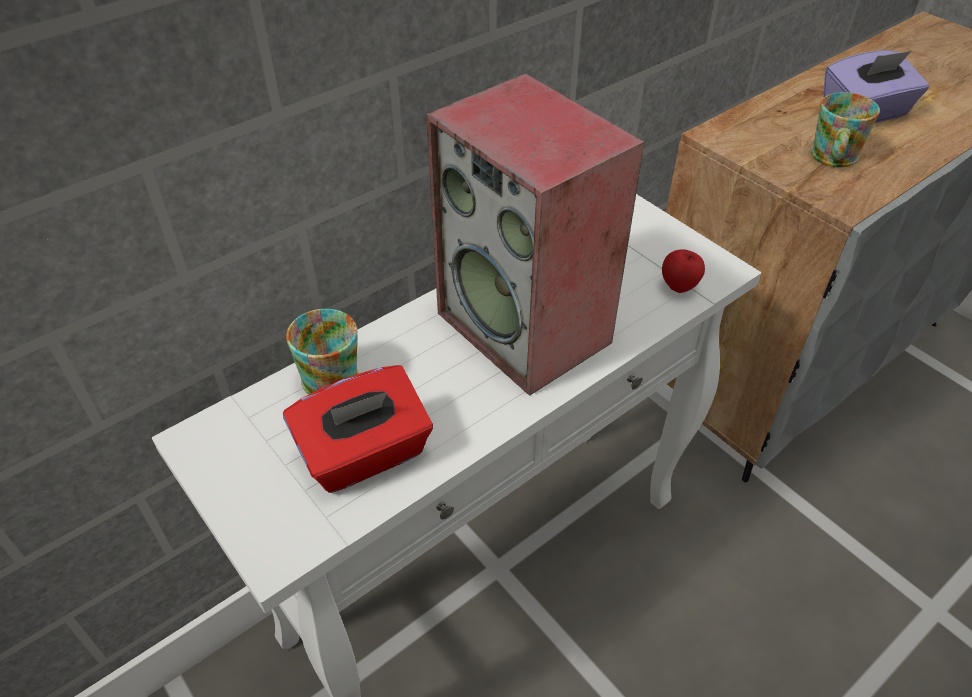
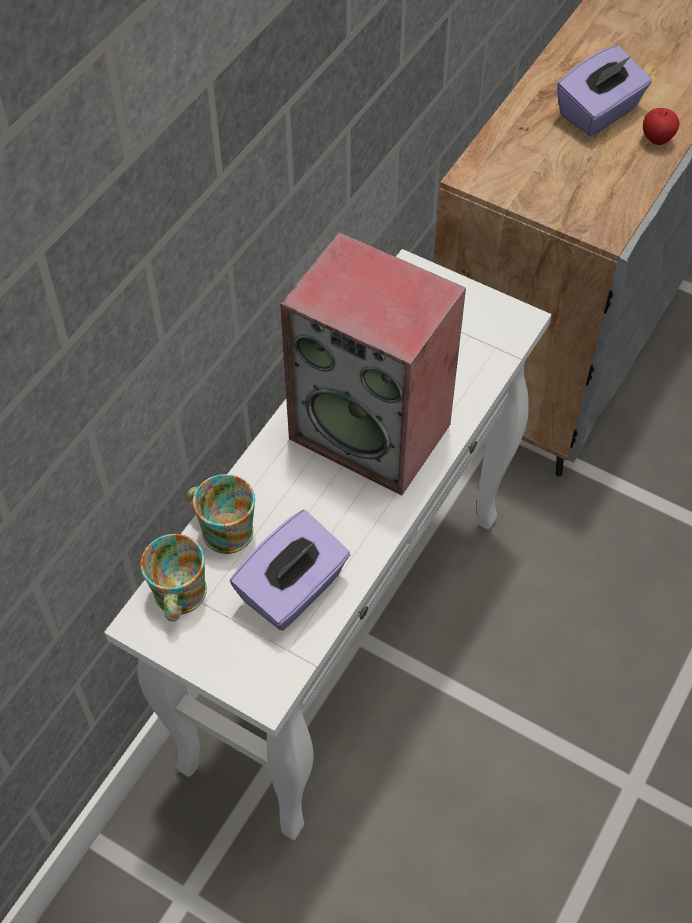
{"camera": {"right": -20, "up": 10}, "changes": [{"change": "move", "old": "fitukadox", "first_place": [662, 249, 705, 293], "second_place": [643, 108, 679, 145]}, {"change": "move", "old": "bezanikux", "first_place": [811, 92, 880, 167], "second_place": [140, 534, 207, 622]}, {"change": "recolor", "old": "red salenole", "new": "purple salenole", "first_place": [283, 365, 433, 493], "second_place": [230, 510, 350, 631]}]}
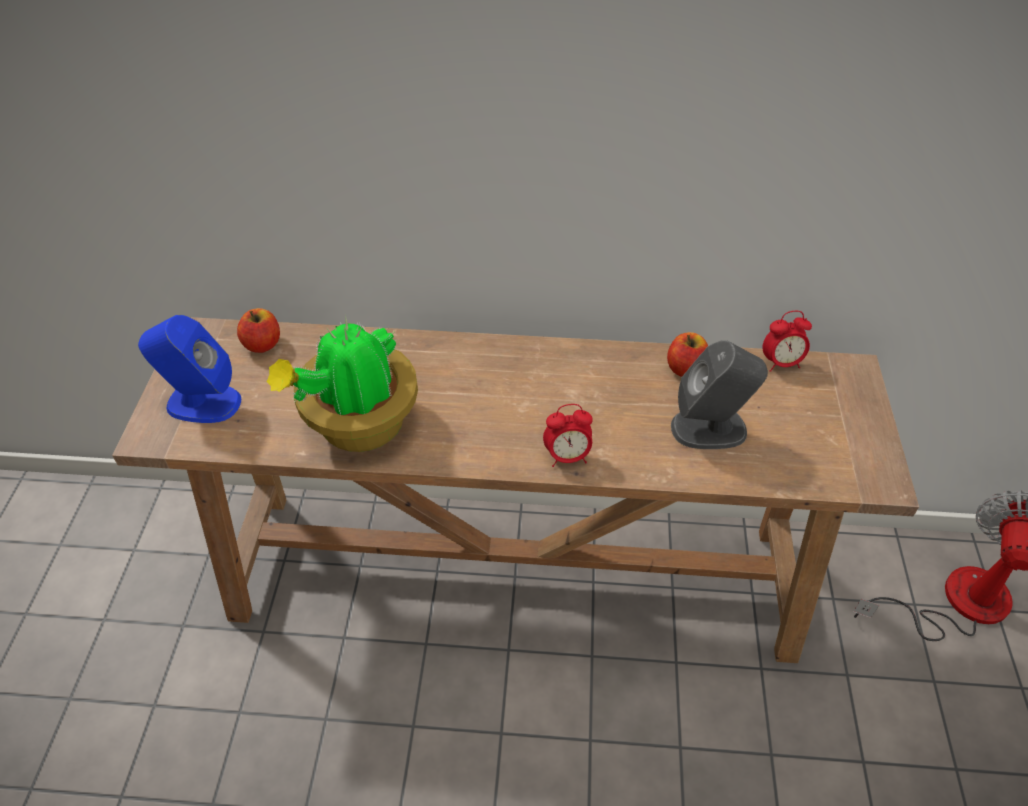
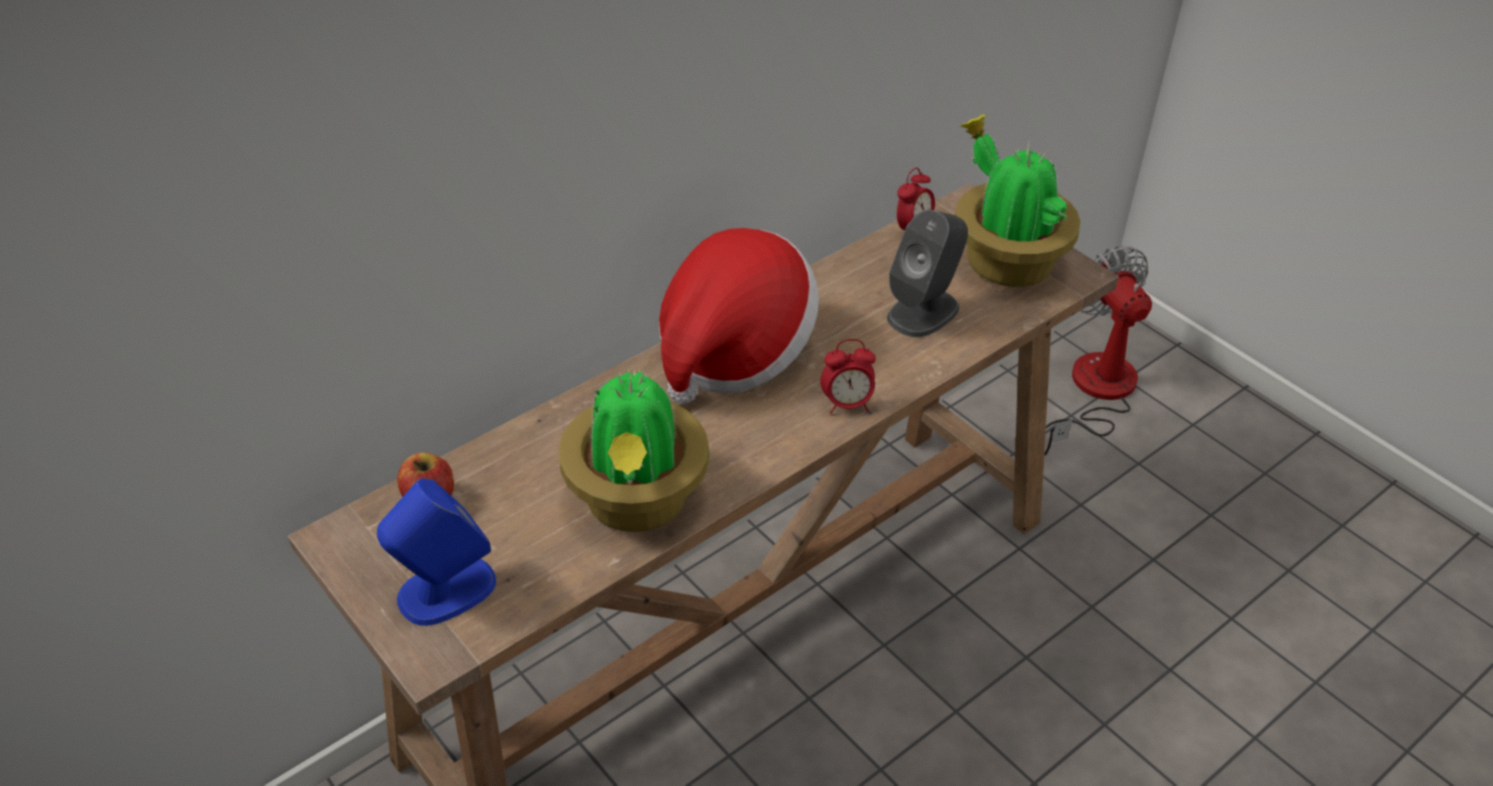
{"camera": {"right": -45, "up": -5}, "changes": [{"change": "delete", "old": "fitukadox", "first_place": [667, 332, 708, 377]}, {"change": "insert", "new": "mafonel", "second_place": [659, 228, 819, 404]}, {"change": "insert", "new": "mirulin", "second_place": [955, 114, 1080, 287]}, {"change": "rotate", "old": "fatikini", "first_place": [543, 404, 593, 467], "second_place": [820, 339, 876, 414], "degrees": 45}]}
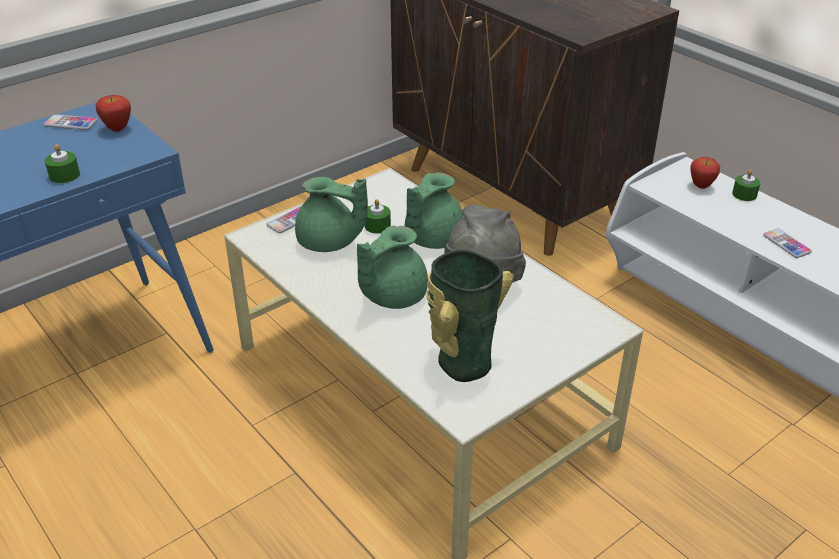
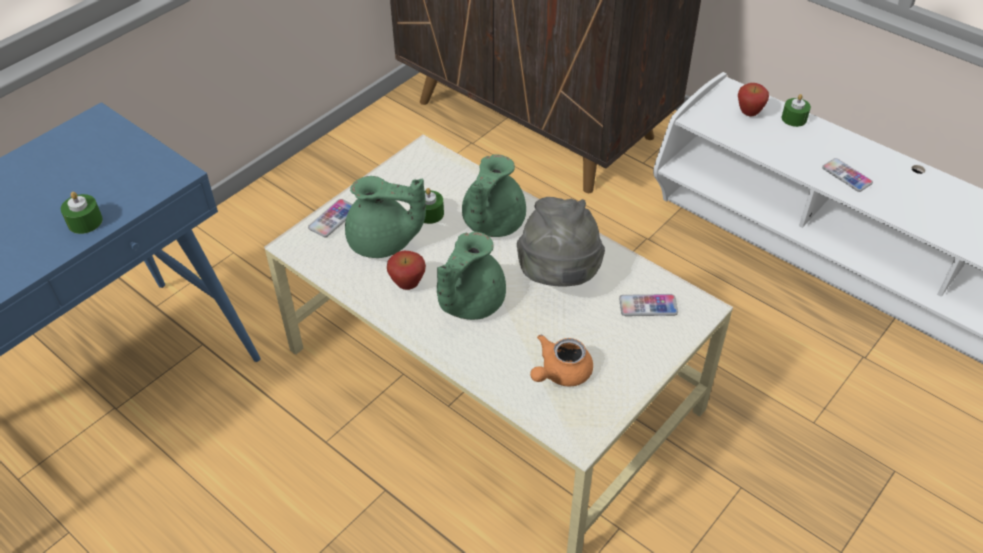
{"camera": {"right": -10, "up": 10}, "changes": [{"change": "move", "old": "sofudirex", "first_place": [44, 114, 98, 130], "second_place": [619, 294, 678, 316]}, {"change": "move", "old": "fitukadox", "first_place": [96, 95, 131, 132], "second_place": [387, 251, 426, 290]}, {"change": "replace", "old": "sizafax", "new": "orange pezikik", "first_place": [426, 250, 514, 382], "second_place": [530, 335, 593, 386]}]}
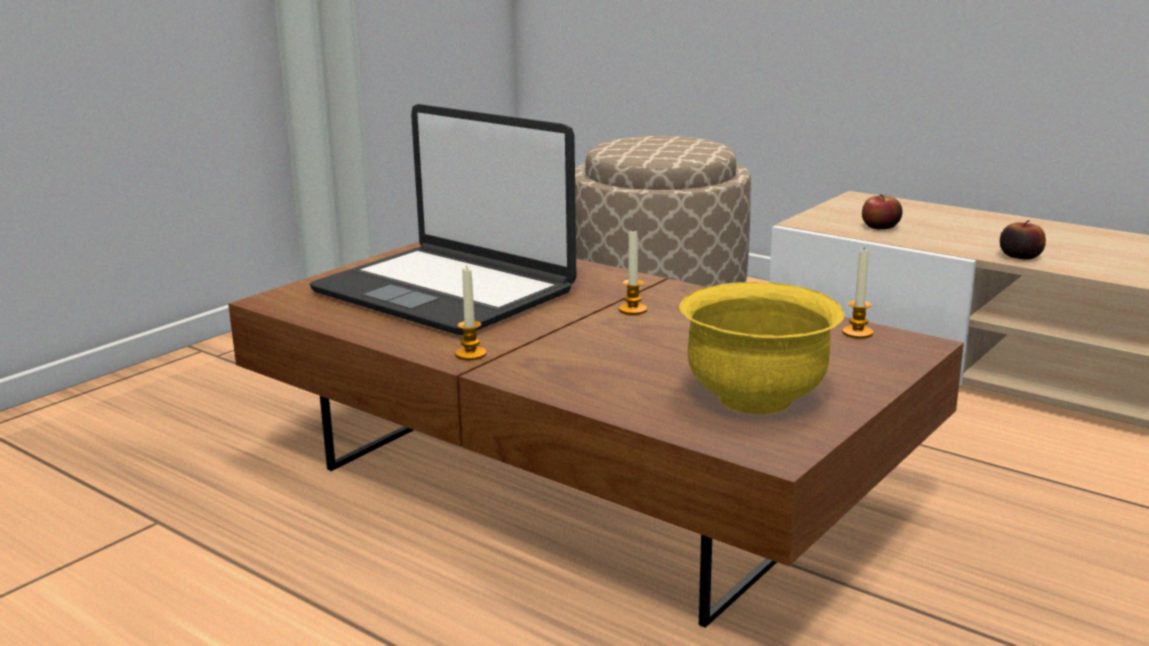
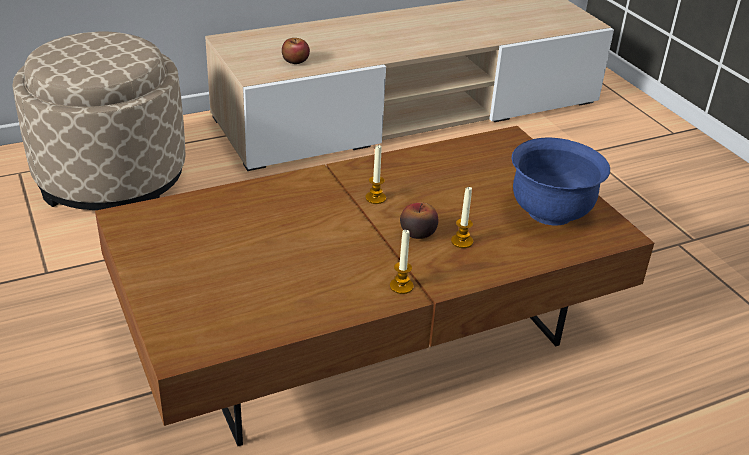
{"camera": {"right": -65, "up": 15}, "changes": [{"change": "delete", "old": "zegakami", "first_place": [310, 104, 576, 335]}, {"change": "move", "old": "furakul", "first_place": [842, 247, 873, 339], "second_place": [451, 187, 473, 248]}, {"change": "move", "old": "fitukadox", "first_place": [1000, 220, 1046, 260], "second_place": [400, 203, 438, 239]}, {"change": "recolor", "old": "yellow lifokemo", "new": "blue lifokemo", "first_place": [679, 282, 844, 414], "second_place": [512, 138, 610, 225]}]}
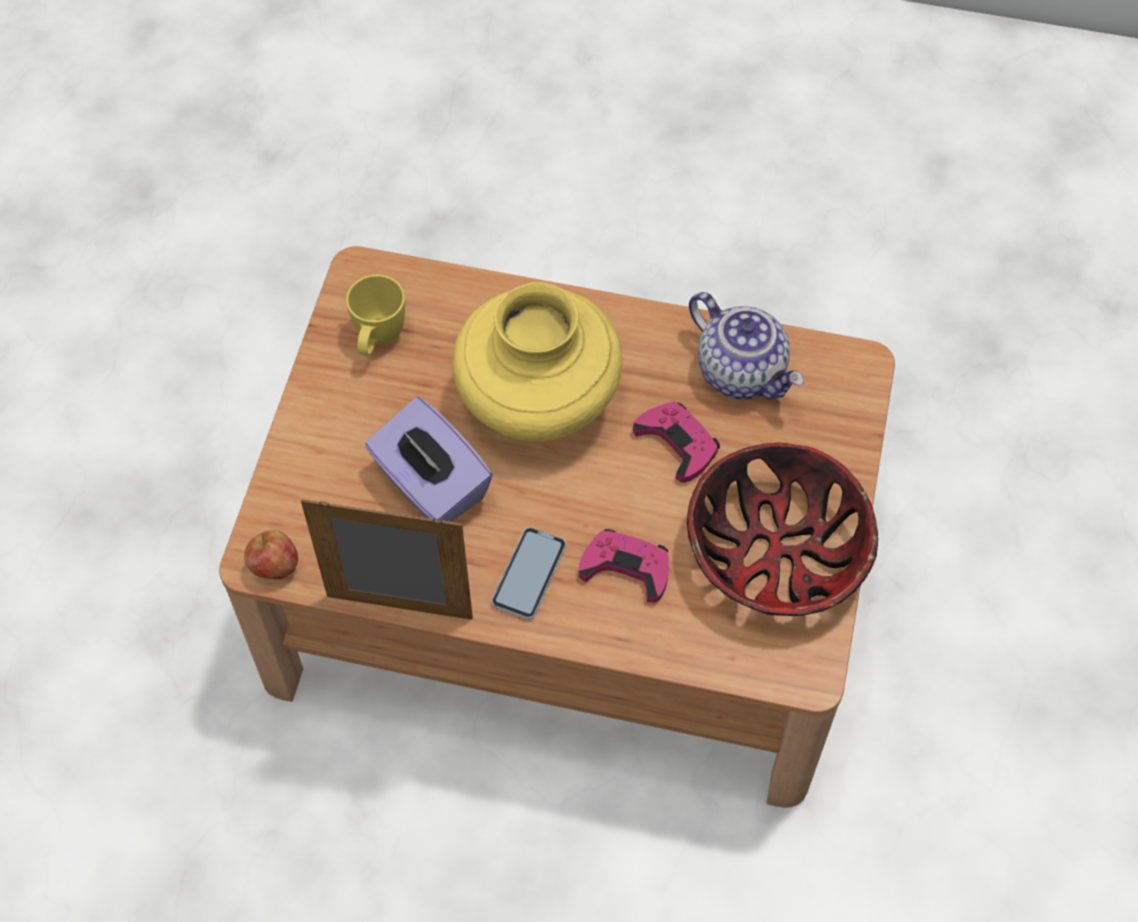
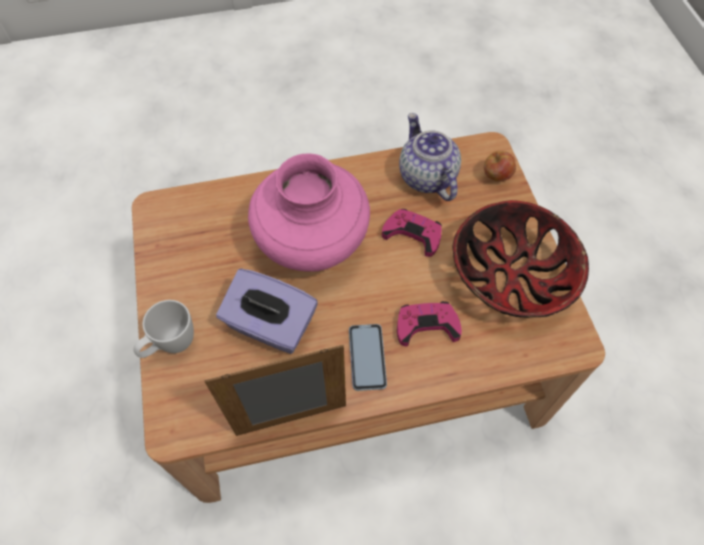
{"camera": {"right": -25, "up": 0}, "changes": [{"change": "delete", "old": "yellow bezanikux", "first_place": [346, 275, 405, 356]}, {"change": "insert", "new": "white bezanikux", "second_place": [133, 300, 194, 358]}, {"change": "move", "old": "fitukadox", "first_place": [244, 530, 298, 579], "second_place": [484, 151, 516, 182]}, {"change": "recolor", "old": "yellow sizafax", "new": "pink sizafax", "first_place": [453, 282, 622, 442], "second_place": [248, 153, 370, 272]}, {"change": "rotate", "old": "pezikik", "first_place": [689, 292, 804, 399], "second_place": [399, 113, 461, 201], "degrees": -135}]}
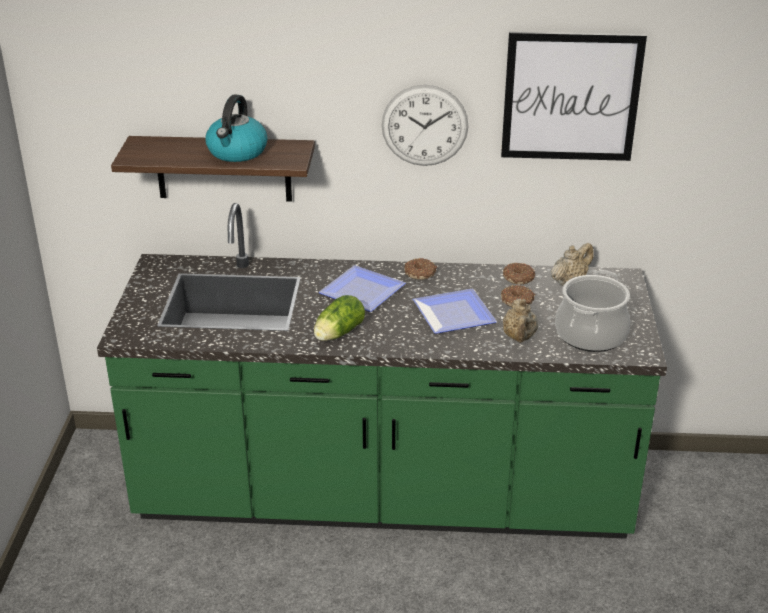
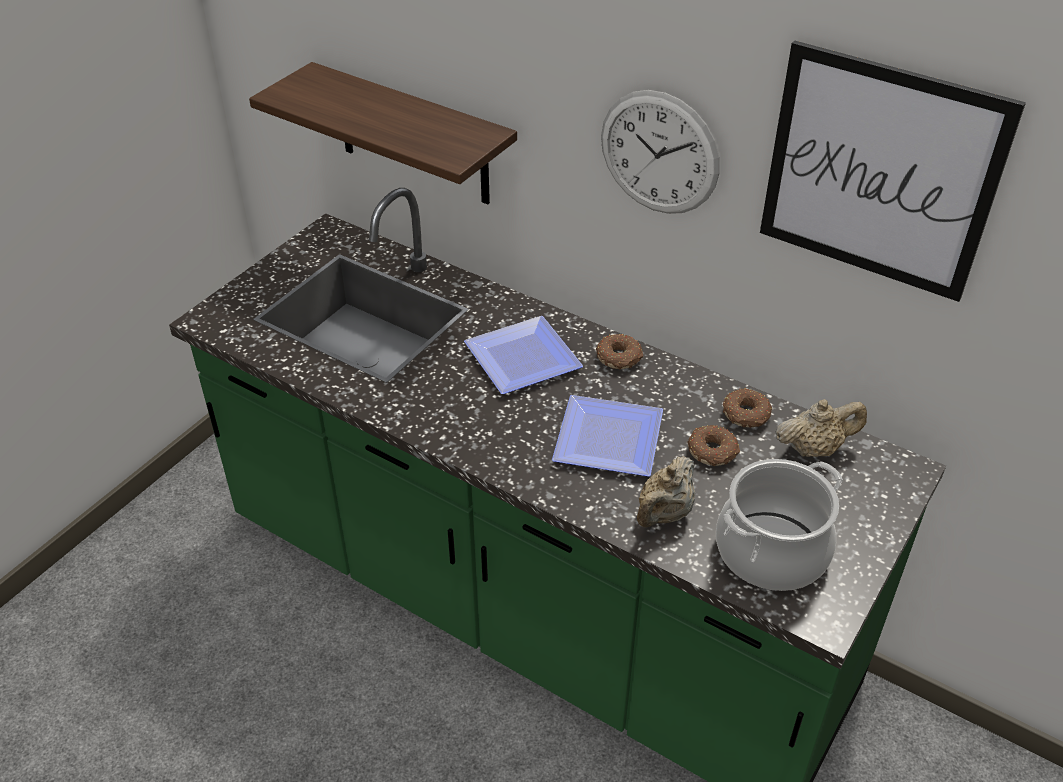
{"camera": {"right": 30, "up": 10}, "changes": [{"change": "delete", "old": "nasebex", "first_place": [206, 94, 267, 162]}, {"change": "delete", "old": "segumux", "first_place": [314, 295, 365, 341]}]}
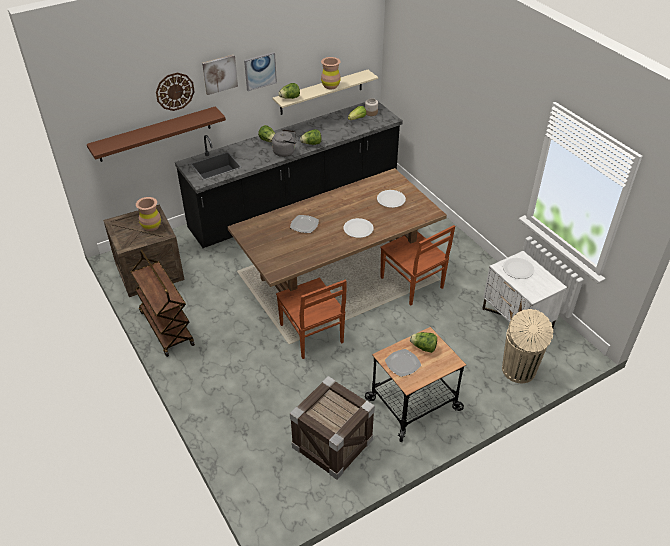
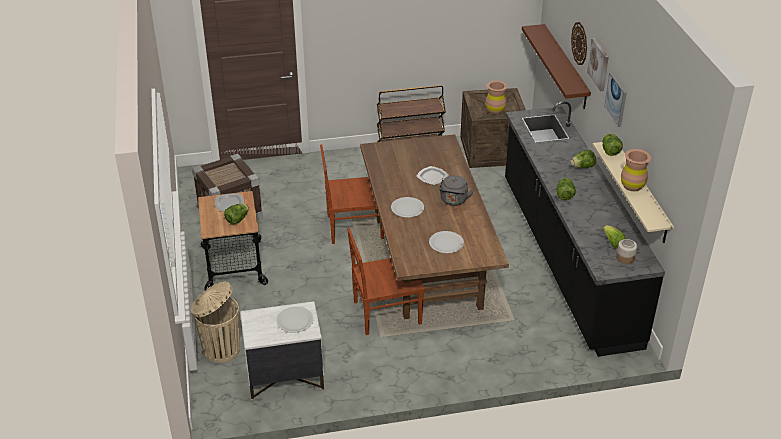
{"camera": {"right": 110, "up": -5}, "changes": [{"change": "move", "old": "grey nasebex", "first_place": [272, 129, 296, 157], "second_place": [439, 175, 474, 206]}]}
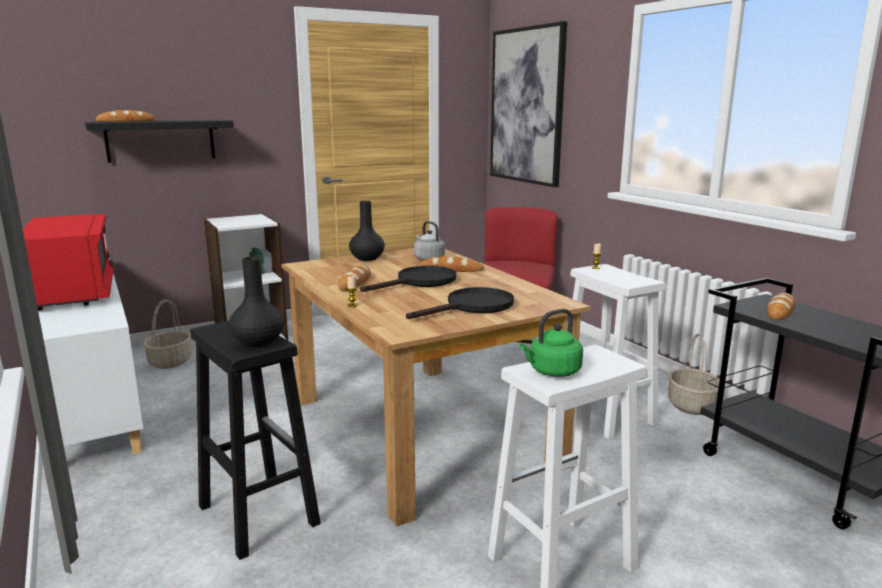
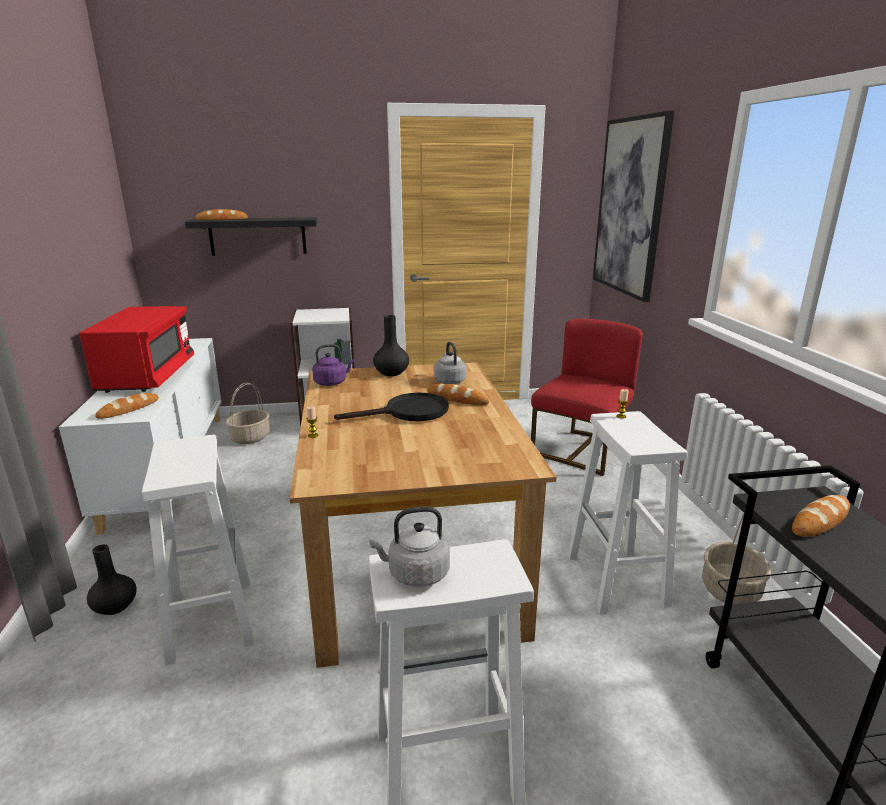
{"camera": {"right": 20, "up": 5}, "changes": [{"change": "delete", "old": "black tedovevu", "first_place": [406, 287, 514, 319]}, {"change": "insert", "new": "purple nasebex", "second_place": [312, 344, 355, 386]}, {"change": "move", "old": "black sizafax", "first_place": [229, 257, 284, 347], "second_place": [87, 544, 137, 615]}, {"change": "move", "old": "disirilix", "first_place": [339, 265, 371, 291], "second_place": [95, 393, 159, 419]}, {"change": "recolor", "old": "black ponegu", "new": "white ponegu", "first_place": [190, 321, 321, 560], "second_place": [142, 435, 254, 666]}, {"change": "recolor", "old": "green nasebex", "new": "grey nasebex", "first_place": [520, 309, 583, 377], "second_place": [370, 507, 450, 587]}]}
